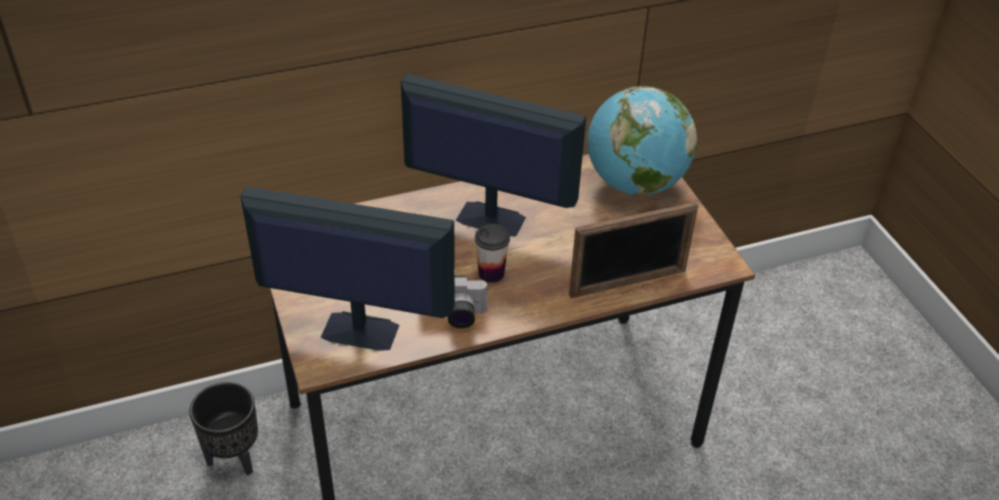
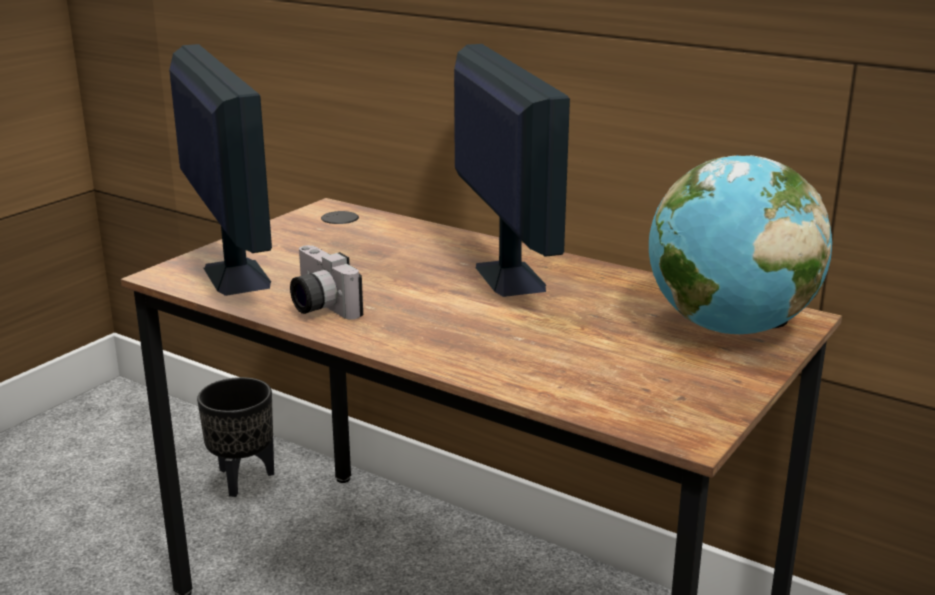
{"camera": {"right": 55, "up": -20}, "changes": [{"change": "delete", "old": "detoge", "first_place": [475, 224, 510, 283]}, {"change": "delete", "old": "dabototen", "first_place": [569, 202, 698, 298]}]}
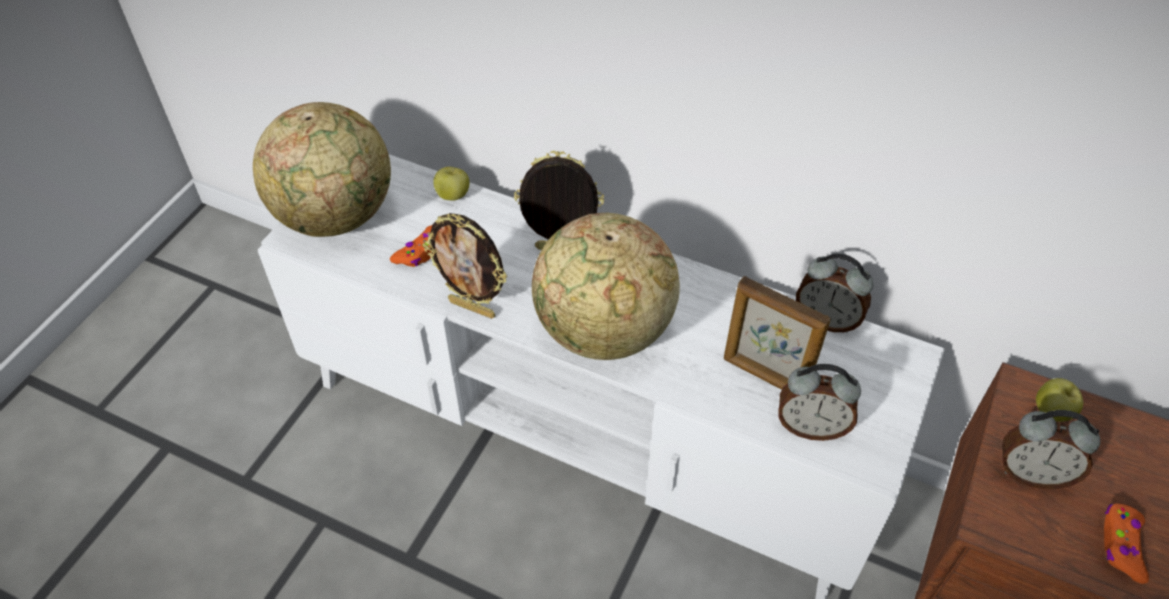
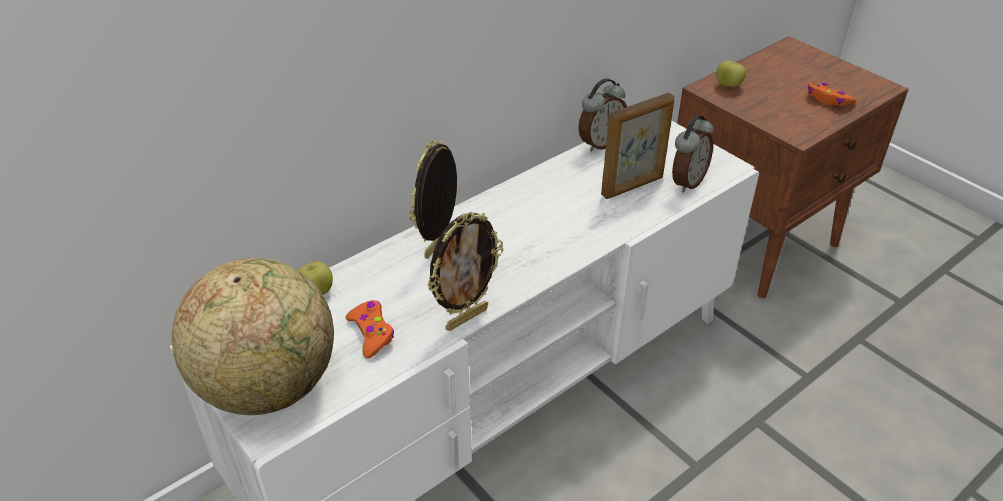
{"camera": {"right": -65, "up": -10}, "changes": [{"change": "delete", "old": "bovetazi", "first_place": [532, 213, 680, 360]}, {"change": "delete", "old": "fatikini", "first_place": [1002, 410, 1100, 489]}]}
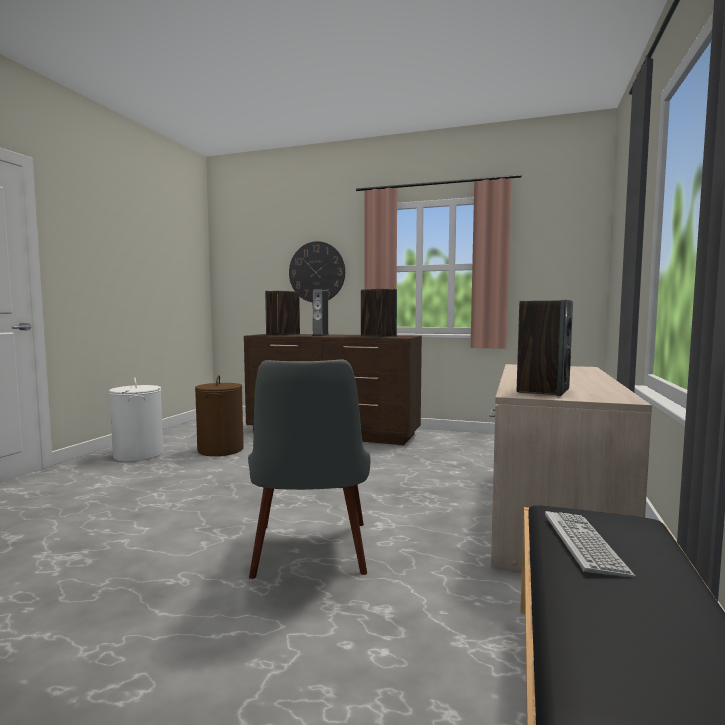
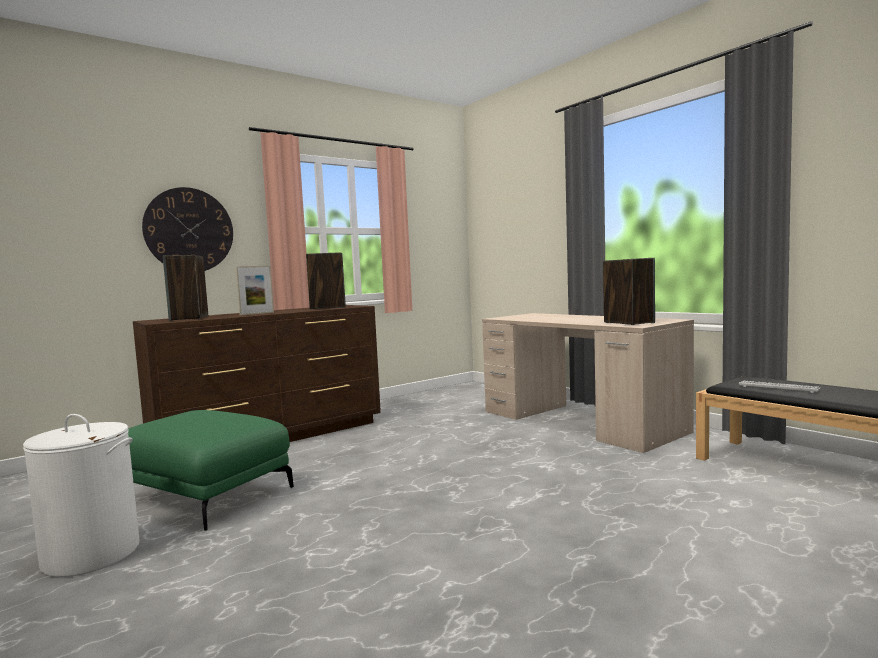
{"camera": {"right": -55, "up": 0}, "changes": [{"change": "delete", "old": "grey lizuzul", "first_place": [248, 359, 370, 579]}, {"change": "replace", "old": "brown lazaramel", "new": "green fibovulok", "first_place": [195, 375, 243, 456], "second_place": [128, 410, 294, 531]}, {"change": "replace", "old": "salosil", "new": "dabototen", "first_place": [312, 289, 329, 336], "second_place": [236, 266, 274, 315]}]}
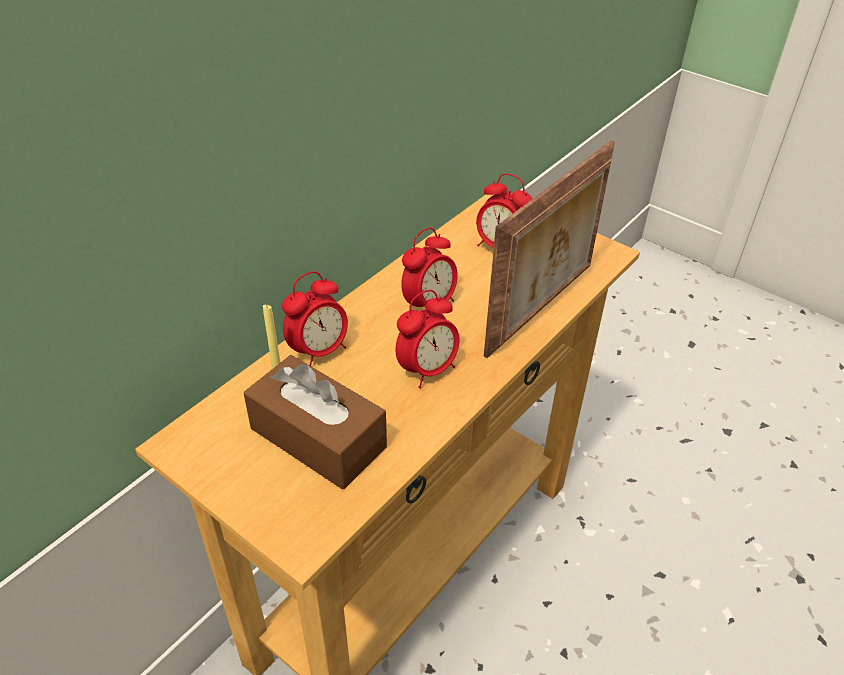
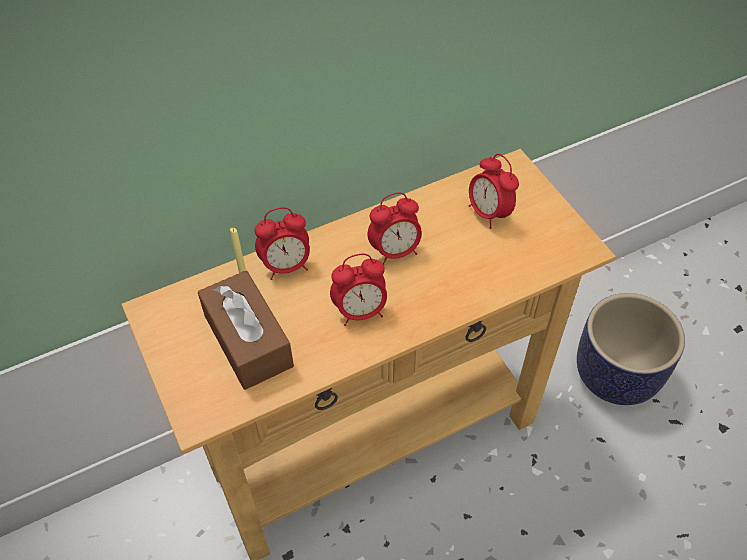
{"camera": {"right": 25, "up": 10}, "changes": [{"change": "delete", "old": "dabototen", "first_place": [484, 140, 615, 358]}, {"change": "insert", "new": "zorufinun", "second_place": [577, 293, 685, 405]}]}
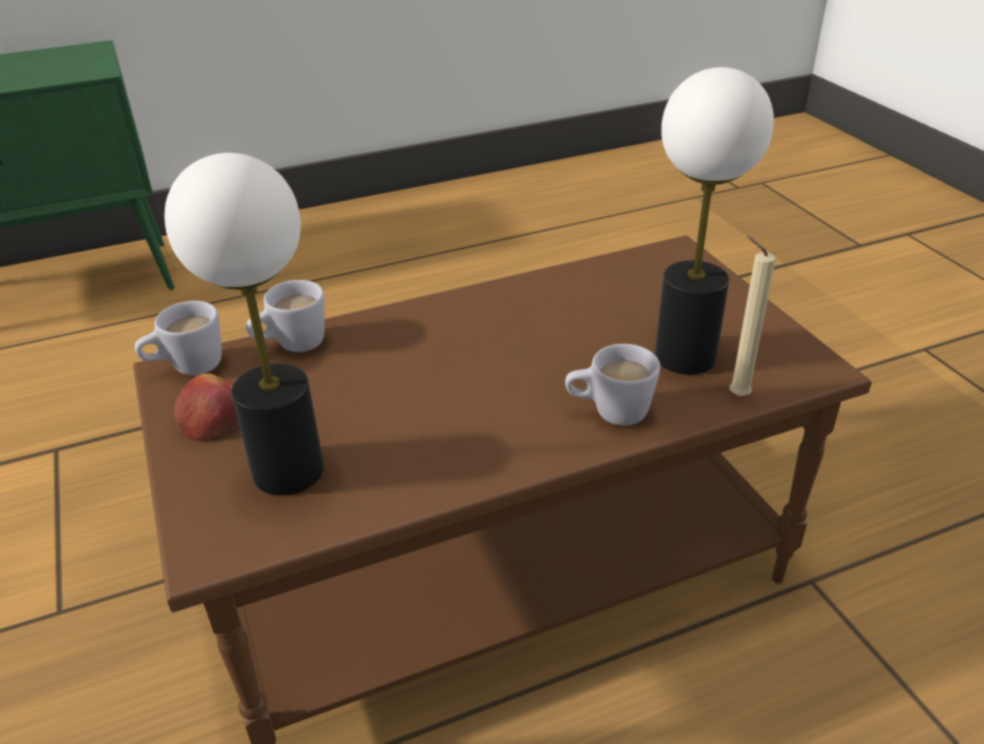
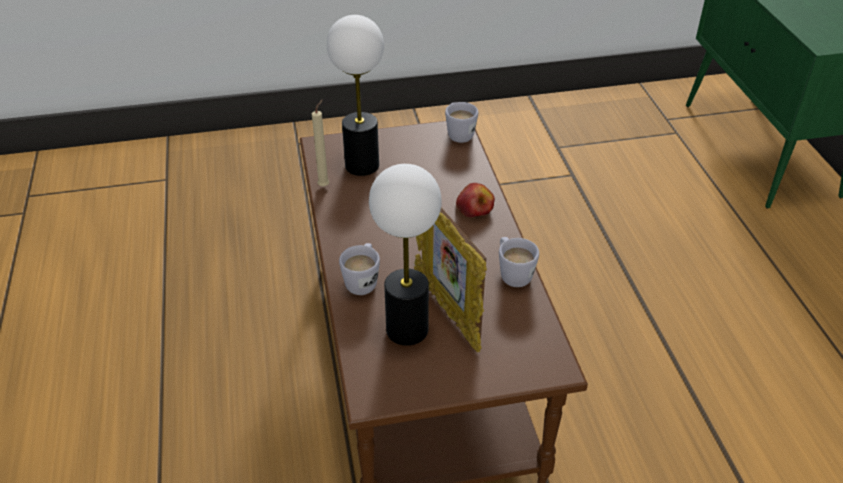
{"camera": {"right": 100, "up": 5}, "changes": [{"change": "insert", "new": "dabototen", "second_place": [414, 208, 487, 352]}, {"change": "move", "old": "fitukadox", "first_place": [174, 374, 239, 441], "second_place": [456, 183, 495, 217]}, {"change": "move", "old": "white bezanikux", "first_place": [246, 280, 325, 352], "second_place": [499, 237, 539, 287]}, {"change": "move", "old": "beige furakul", "first_place": [729, 236, 776, 396], "second_place": [312, 99, 329, 187]}]}
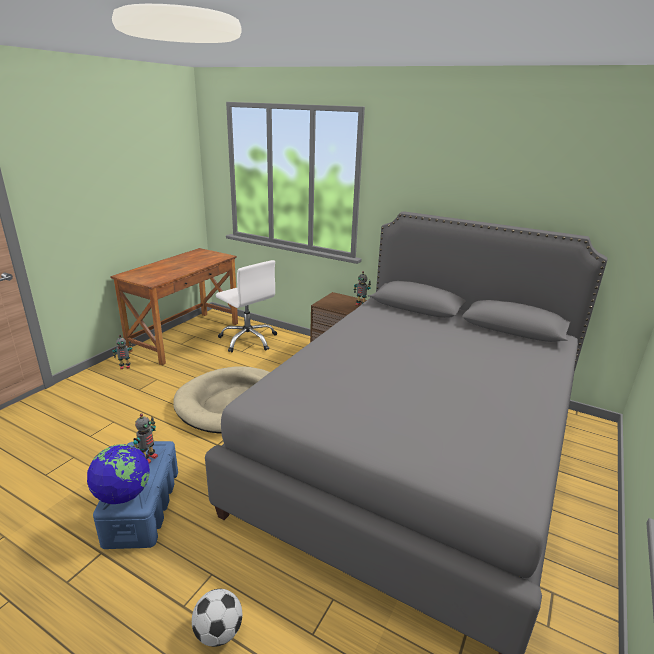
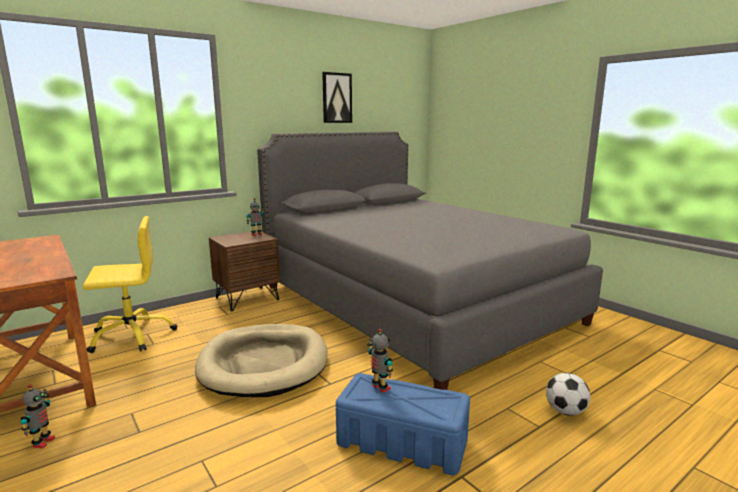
{"camera": {"right": -65, "up": -10}, "changes": [{"change": "delete", "old": "bovetazi", "first_place": [87, 444, 150, 504]}, {"change": "insert", "new": "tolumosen", "second_place": [322, 72, 352, 123]}, {"change": "recolor", "old": "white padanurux", "new": "yellow padanurux", "first_place": [216, 260, 277, 352], "second_place": [83, 216, 177, 353]}]}
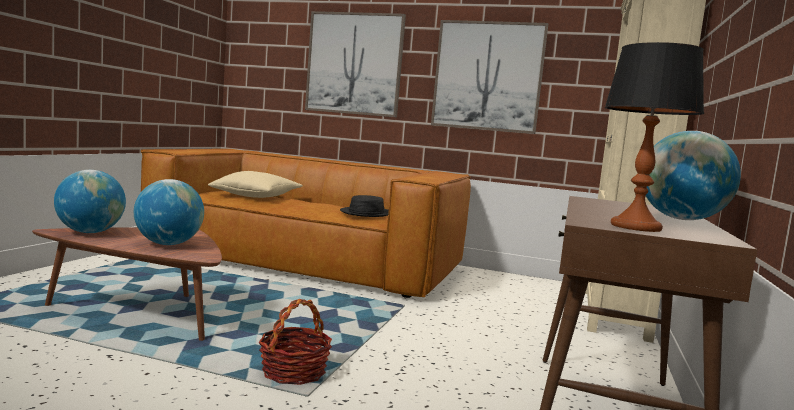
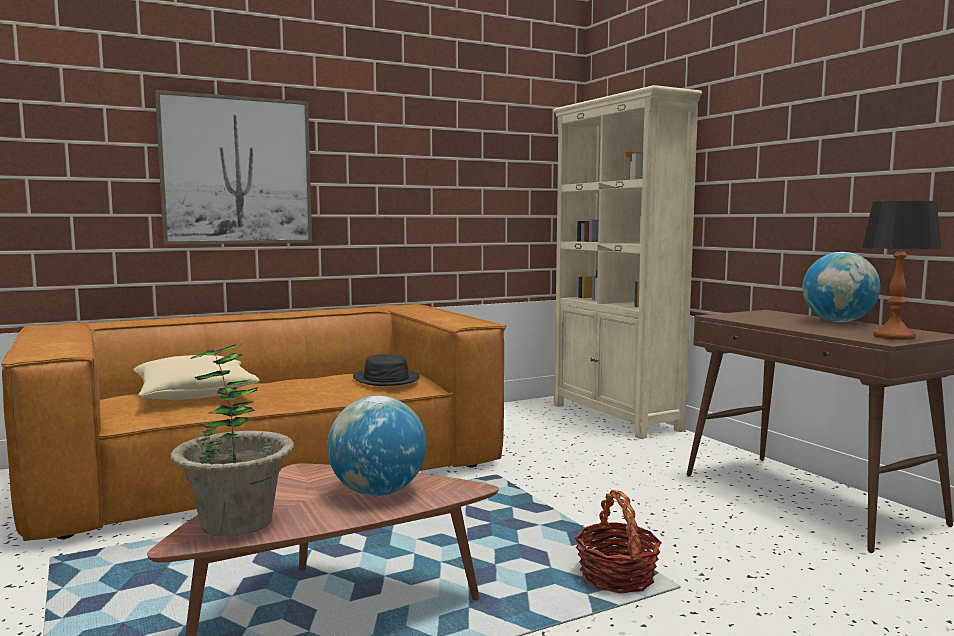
{"camera": {"right": -45, "up": 0}, "changes": [{"change": "delete", "old": "tolumosen", "first_place": [431, 20, 548, 134]}, {"change": "replace", "old": "bovetazi", "new": "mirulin", "first_place": [54, 170, 126, 233], "second_place": [170, 341, 294, 536]}]}
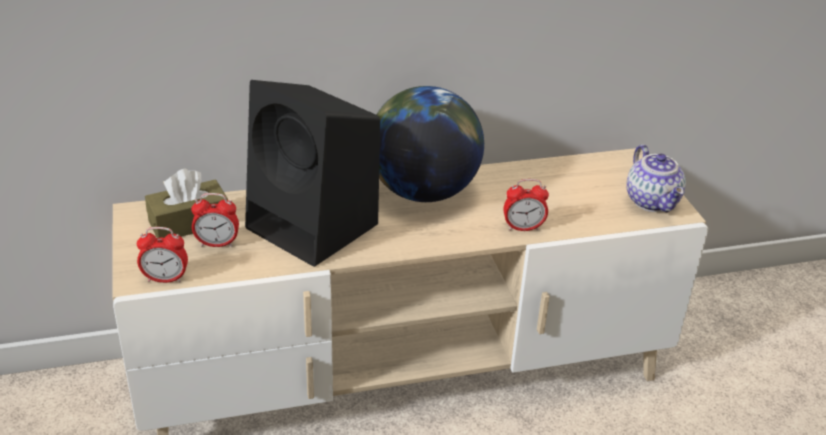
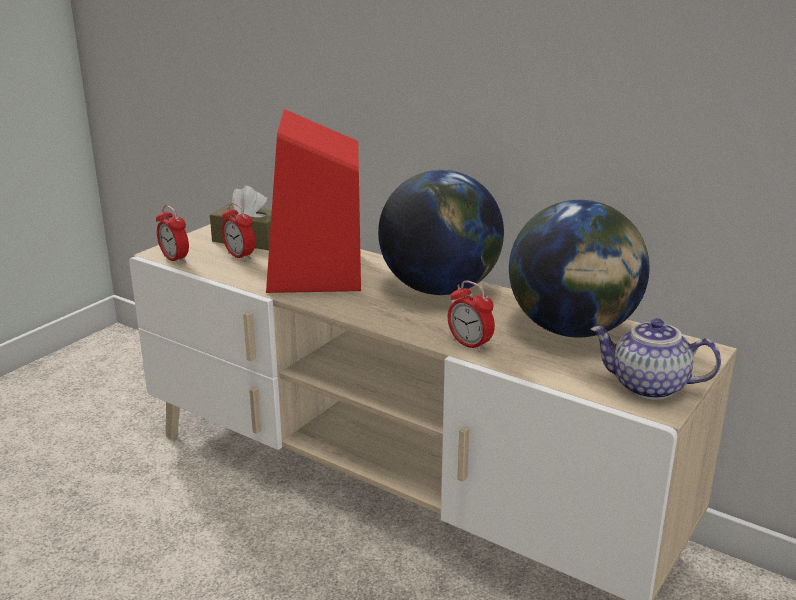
{"camera": {"right": 50, "up": -10}, "changes": [{"change": "insert", "new": "bovetazi", "second_place": [509, 200, 649, 337]}, {"change": "recolor", "old": "black salosil", "new": "red salosil", "first_place": [245, 80, 380, 267], "second_place": [266, 109, 361, 293]}, {"change": "rotate", "old": "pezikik", "first_place": [627, 145, 686, 212], "second_place": [590, 318, 721, 400], "degrees": 75}]}
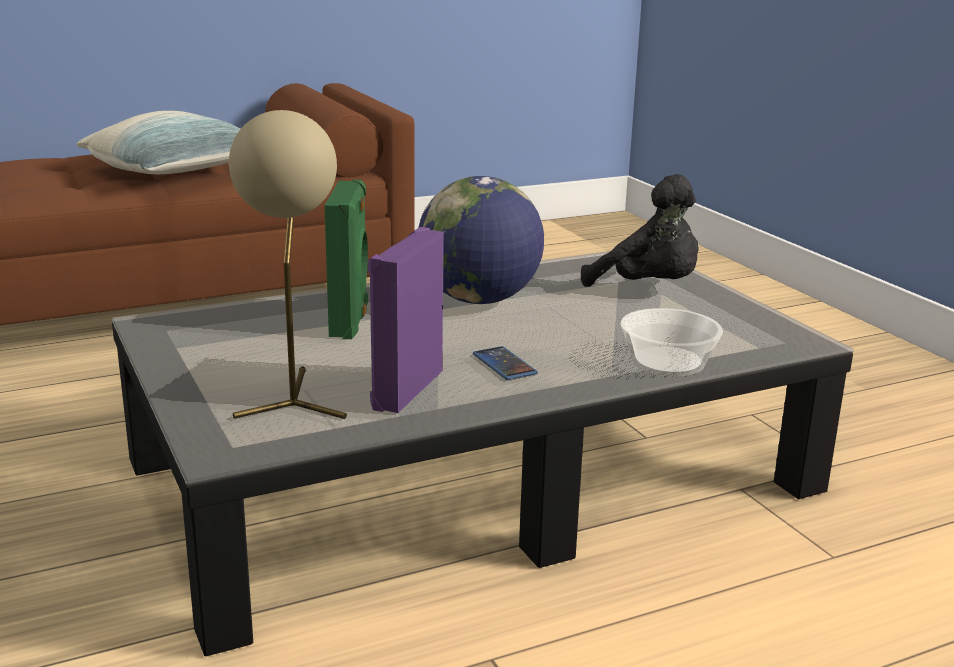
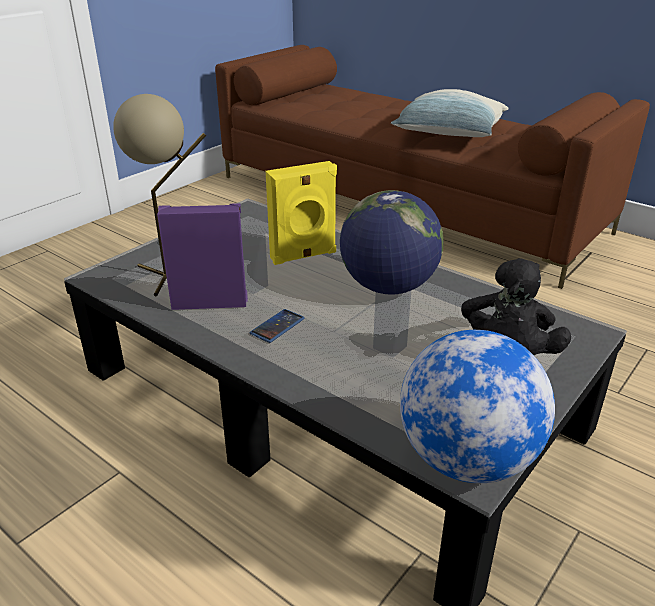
{"camera": {"right": 65, "up": 10}, "changes": [{"change": "delete", "old": "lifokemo", "first_place": [621, 308, 723, 376]}, {"change": "insert", "new": "bovetazi", "second_place": [400, 330, 555, 483]}, {"change": "recolor", "old": "green salosil", "new": "yellow salosil", "first_place": [324, 180, 368, 339], "second_place": [266, 161, 337, 265]}]}
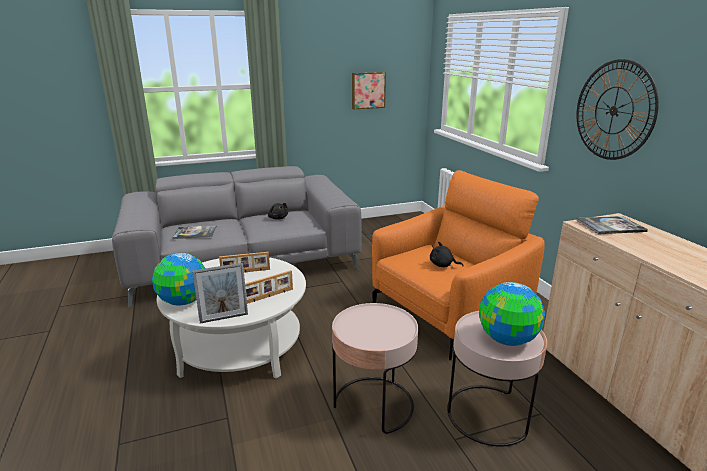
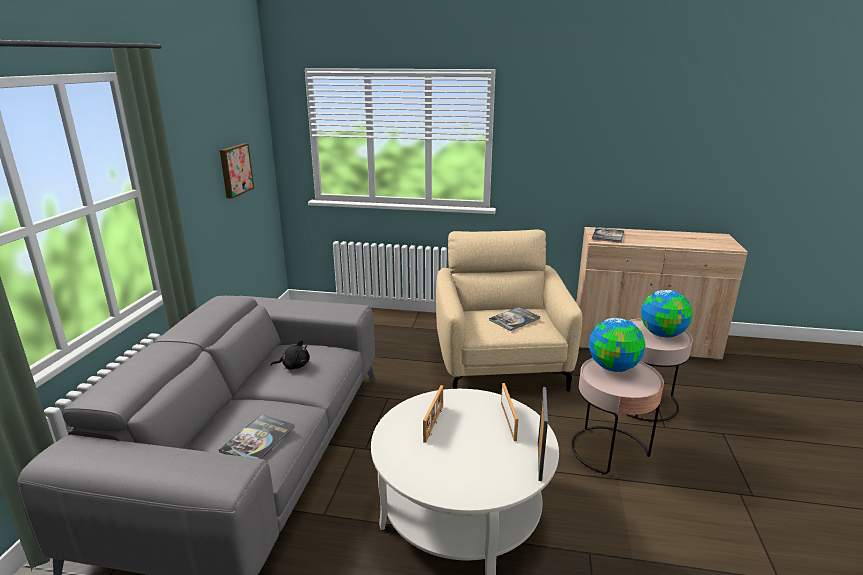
{"camera": {"right": -60, "up": 0}, "changes": [{"change": "delete", "old": "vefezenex", "first_place": [577, 59, 659, 160]}, {"change": "move", "old": "bovetazi", "first_place": [152, 253, 205, 306], "second_place": [589, 318, 645, 372]}, {"change": "replace", "old": "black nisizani", "new": "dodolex", "first_place": [430, 242, 464, 268], "second_place": [489, 307, 540, 331]}, {"change": "recolor", "old": "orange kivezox", "new": "beige kivezox", "first_place": [372, 170, 545, 360], "second_place": [436, 229, 582, 392]}]}
